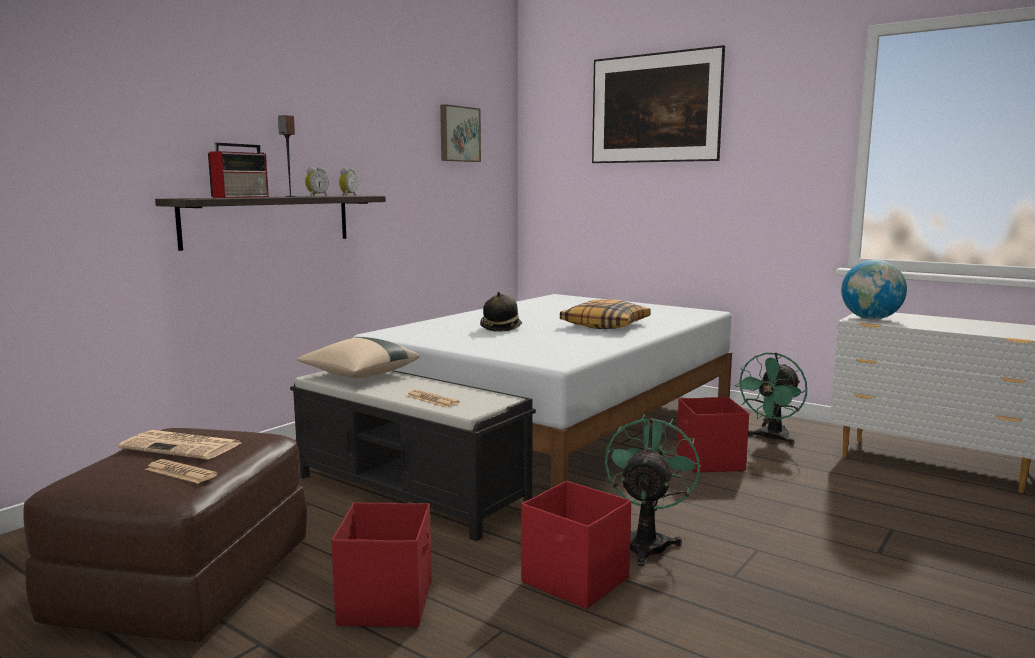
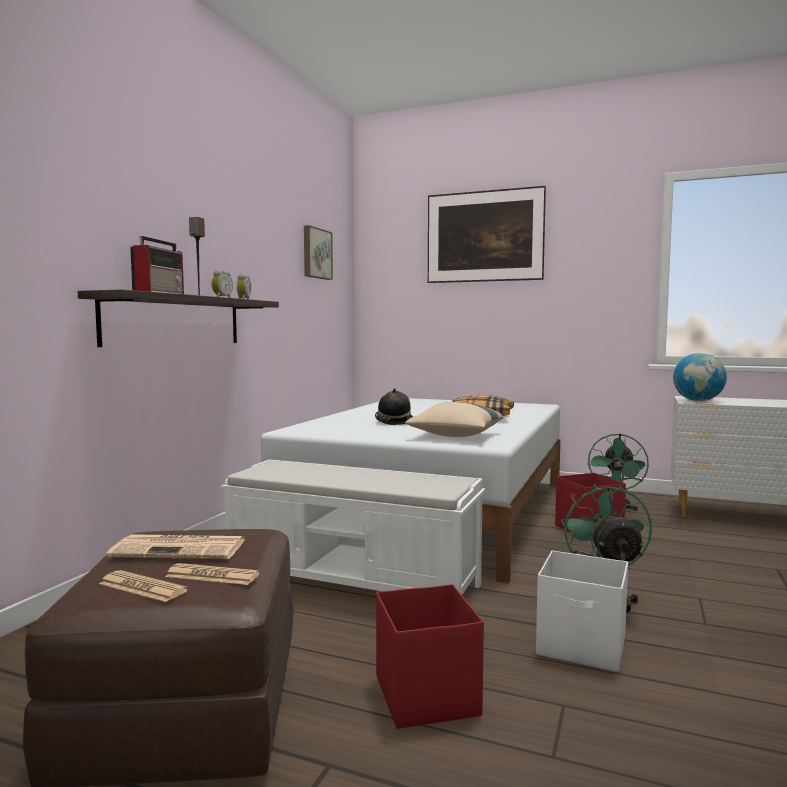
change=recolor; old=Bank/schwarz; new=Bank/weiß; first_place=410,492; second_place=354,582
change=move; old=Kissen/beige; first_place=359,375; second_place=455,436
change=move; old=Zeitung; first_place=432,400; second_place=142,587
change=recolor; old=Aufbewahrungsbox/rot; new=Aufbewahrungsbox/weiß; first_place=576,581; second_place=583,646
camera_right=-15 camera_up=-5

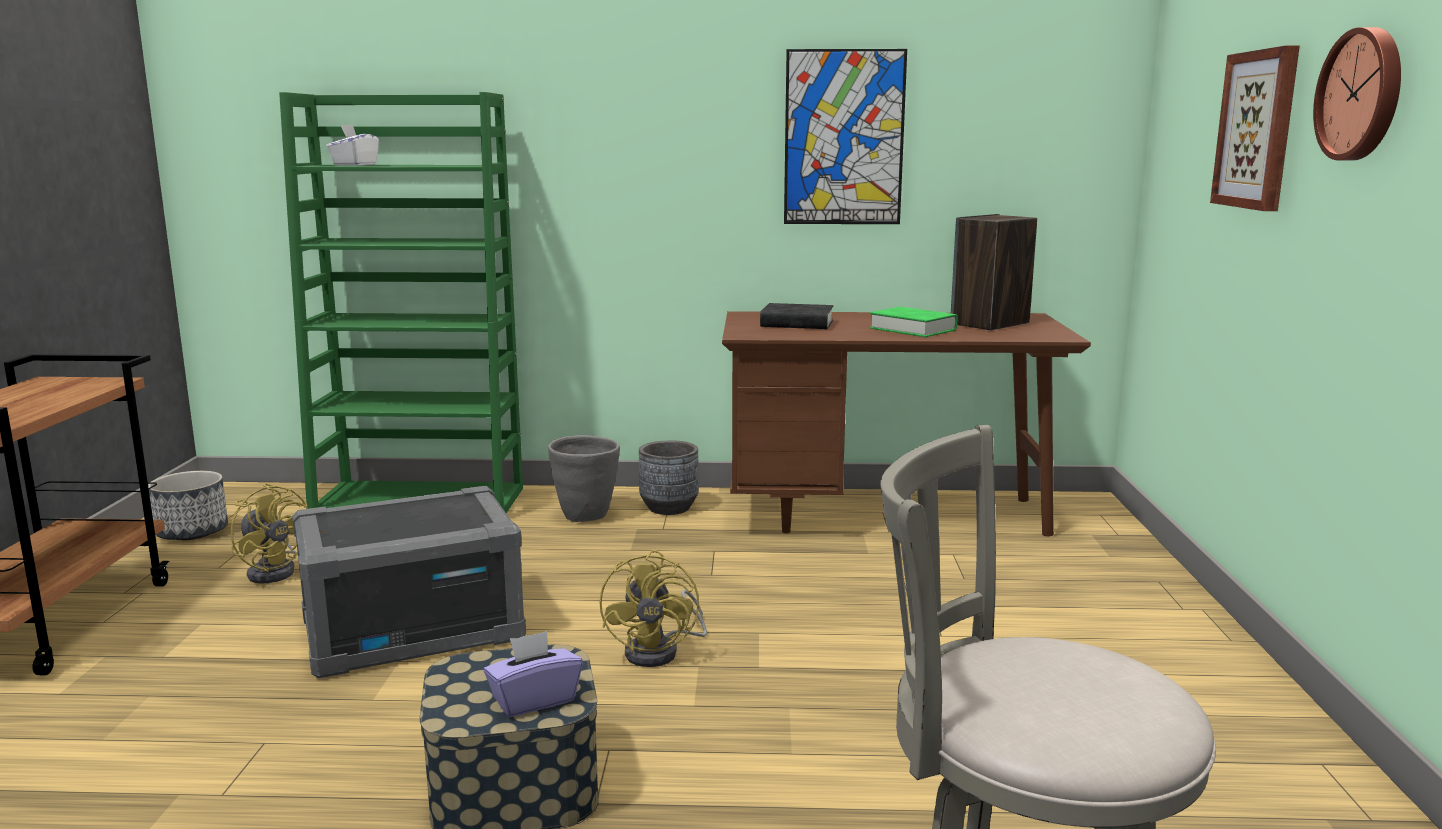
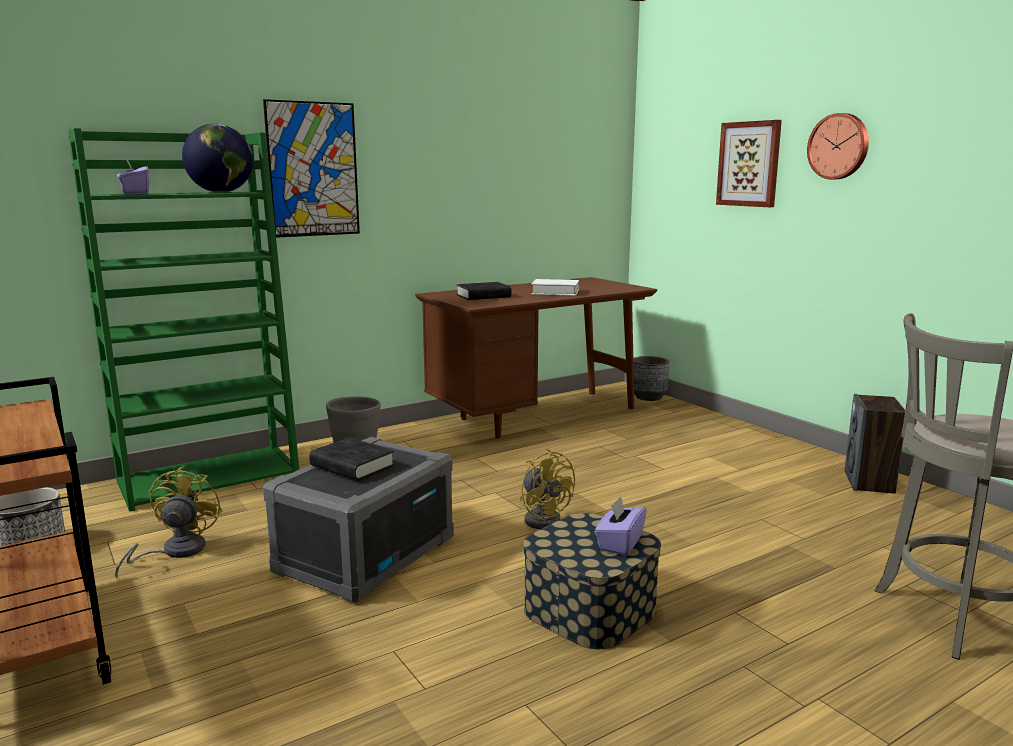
change=rotate; old=Ventilator/gelb; first_place=275,571; second_place=175,552; degrees=-90
change=recolor; old=Taschentuchbox/weiß; new=Taschentuchbox/lila; first_place=354,165; second_place=135,194
change=move; old=Pflanzkübel/grau; first_place=669,508; second_place=648,397
change=move; old=Bild; first_place=844,138; second_place=313,169
change=recolor; old=Buch/grün; new=Buch/weiß; first_place=913,329; second_place=555,292
change=move; old=Lautsprecher; first_place=990,324; second_place=869,482
change=insert; new=Globus; second_place=221,192
change=insert; new=Buch/schwarz; second_place=352,466
camera_right=-35 camera_up=0

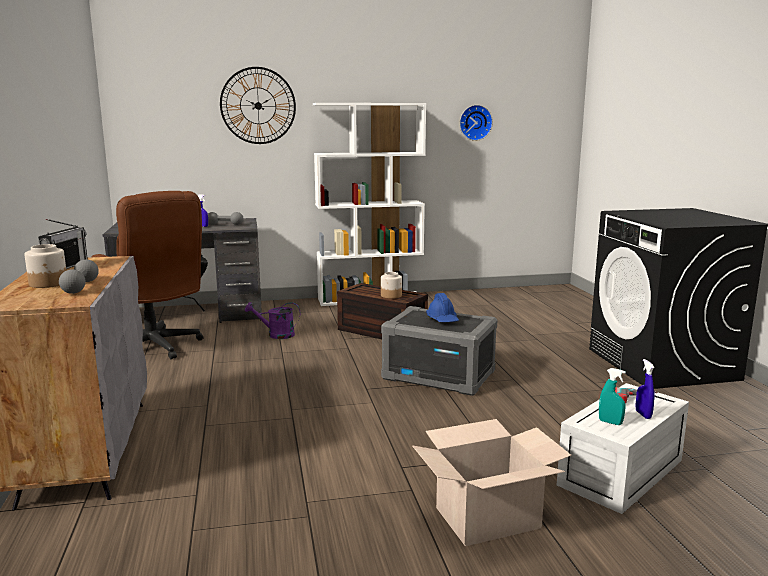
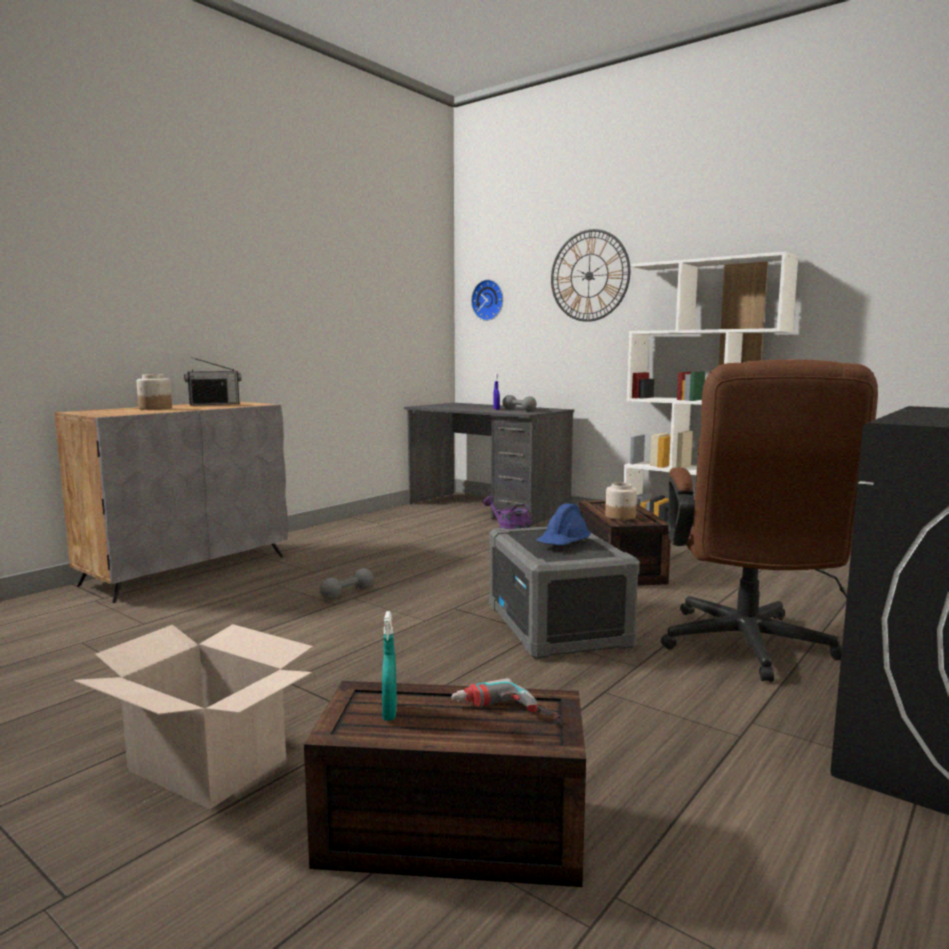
change=move; old=Hantel/grau; first_place=80,287; second_place=347,593
change=move; old=Bürostuhl/braun; first_place=156,348; second_place=748,650
change=move; old=Wanduhr; first_place=475,122; second_place=489,300
change=recolor; old=Aufbewahrungsbox/weiß; new=Aufbewahrungsbox/braun; first_place=622,474; second_place=447,834
change=delete; old=Sprühflasche/blau; first_place=643,415
camera_right=50 camera_up=-5

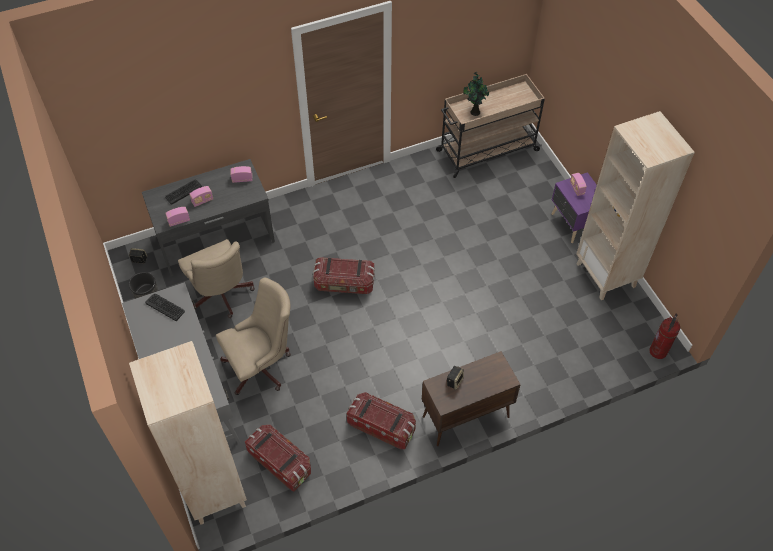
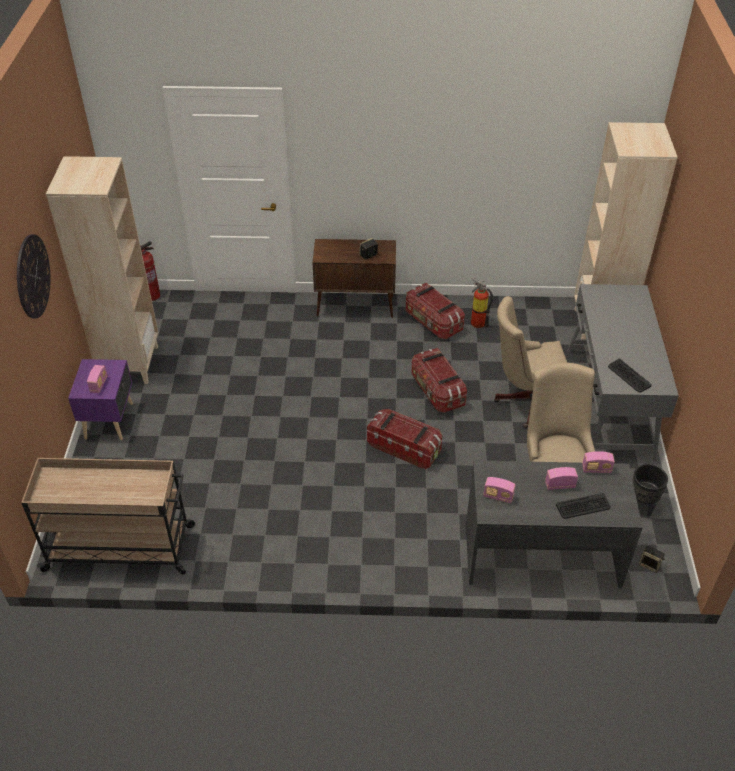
change=move; old=Aufbewahrungsbox; first_place=280,462; second_place=437,391
change=delete; old=Topfpflanze; first_place=474,111
change=insert; new=Wanduhr; second_place=32,276
change=insert; new=Feuerlöscher; second_place=477,321
camera_right=-155 camera_up=-10

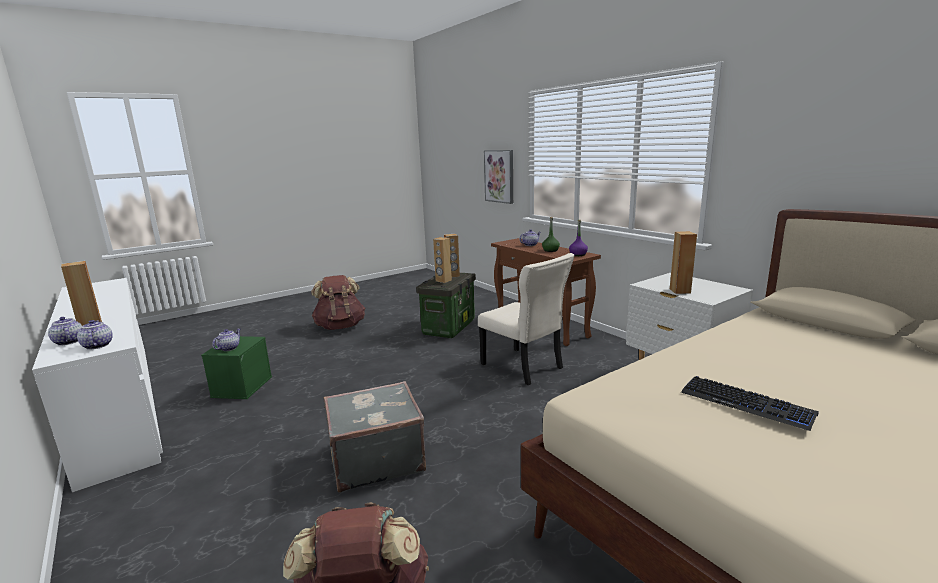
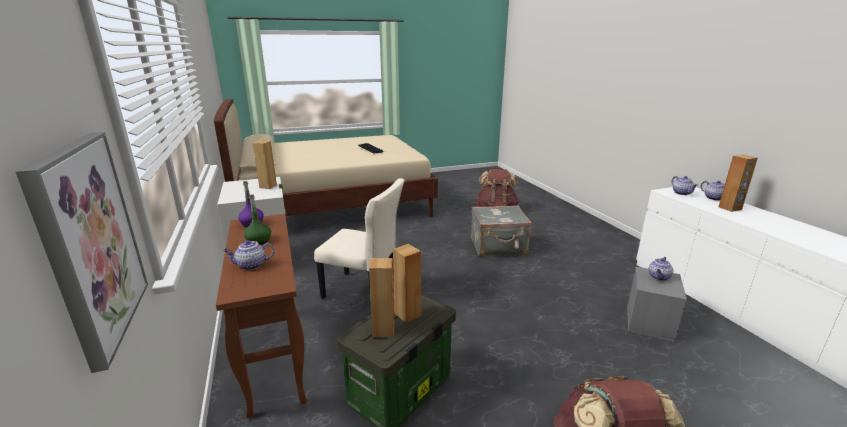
change=recolor; old=Aufbewahrungsbox/grün; new=Aufbewahrungsbox/grau; first_place=242,386; second_place=650,323
change=rotate; old=Stuhl/beige; first_place=524,367; second_place=364,291; degrees=135
camera_right=-165 camera_up=5

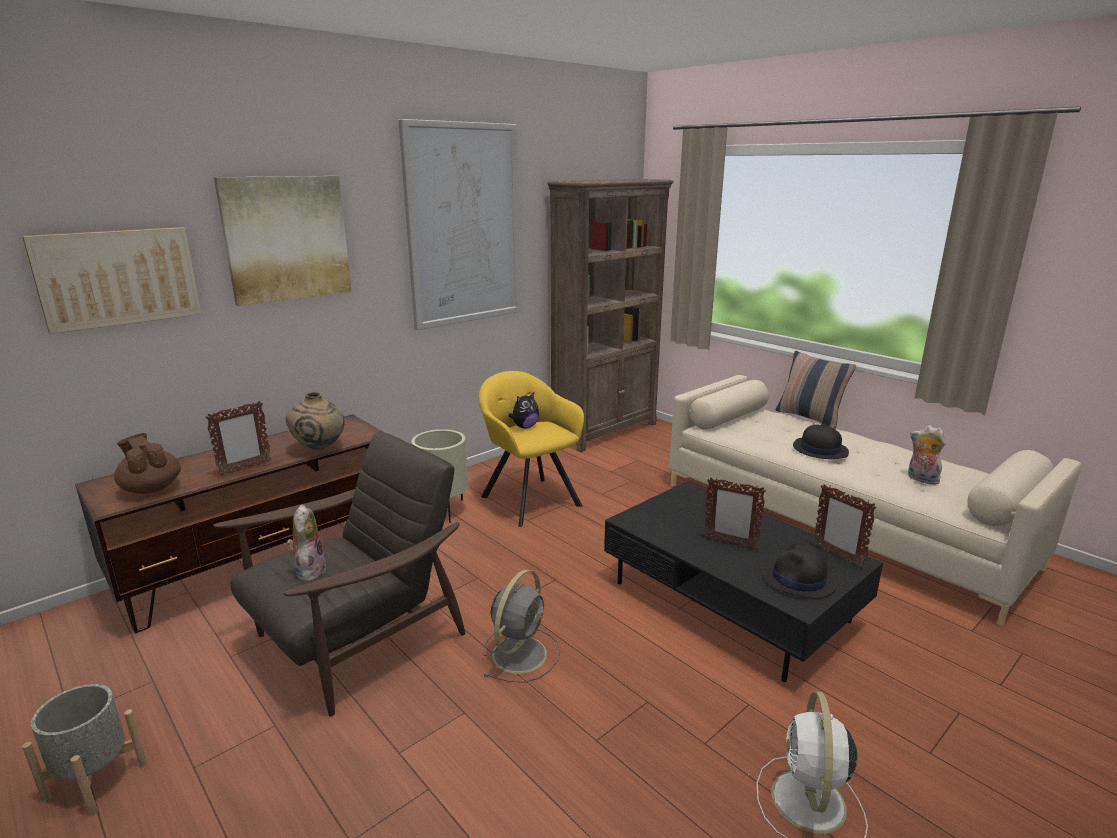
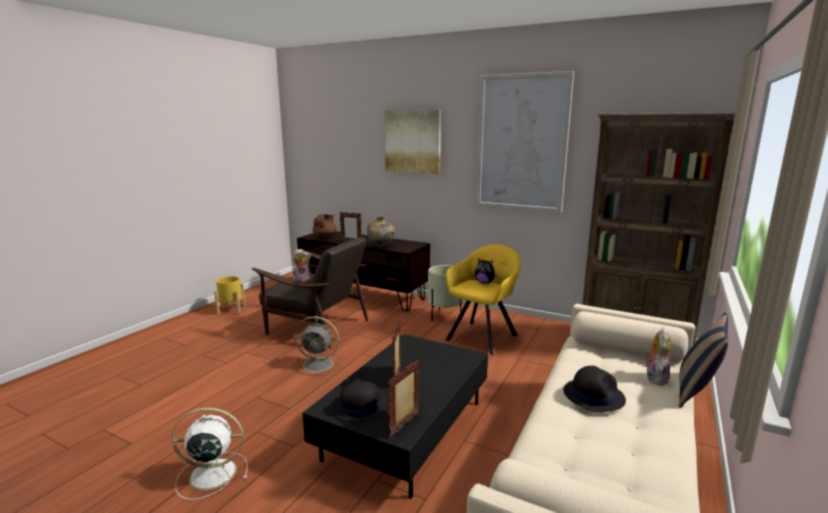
change=delete; old=Bild; first_place=118,277
change=recolor; old=Pflanzkübel/grau; new=Pflanzkübel/gelb; first_place=95,781; second_place=231,309
change=move; old=Plüschtier; first_place=921,479; second_place=655,377
camera_right=70 camera_up=-5

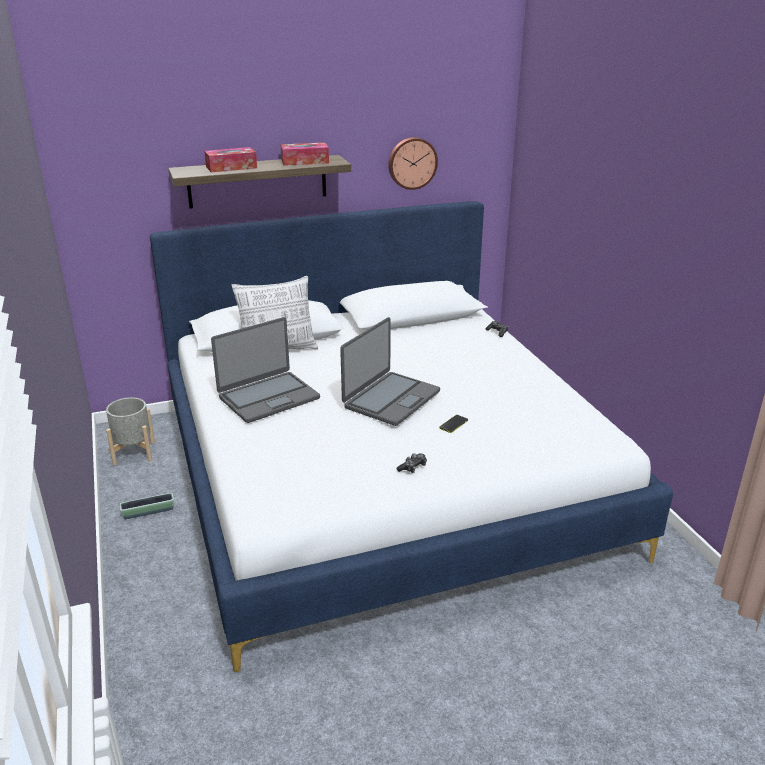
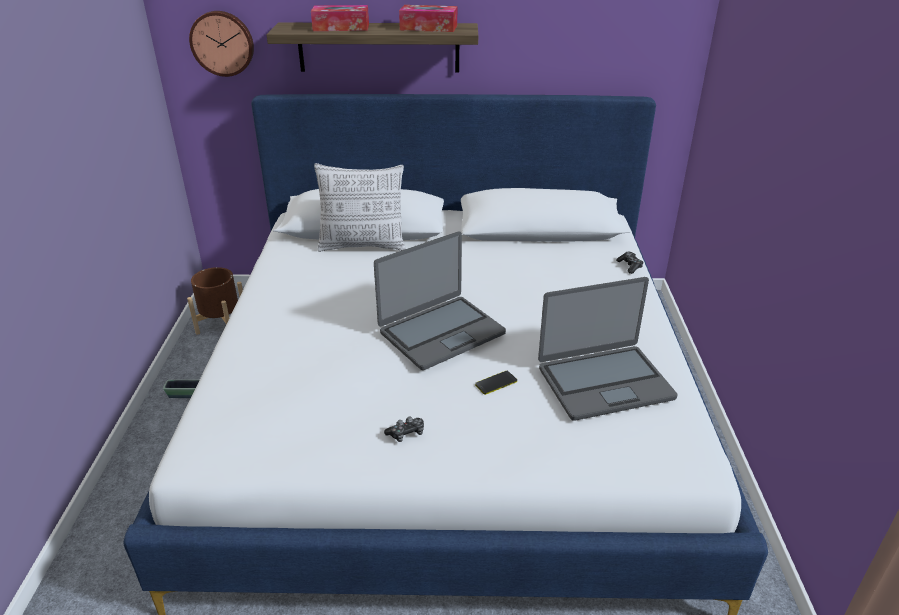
change=recolor; old=Pflanzkübel/grau; new=Pflanzkübel/braun; first_place=134,452; second_place=222,325
change=move; old=Laptop; first_place=268,397; second_place=604,382
change=move; old=Wanduhr; first_place=412,163; second_place=222,43
camera_right=20 camera_up=5

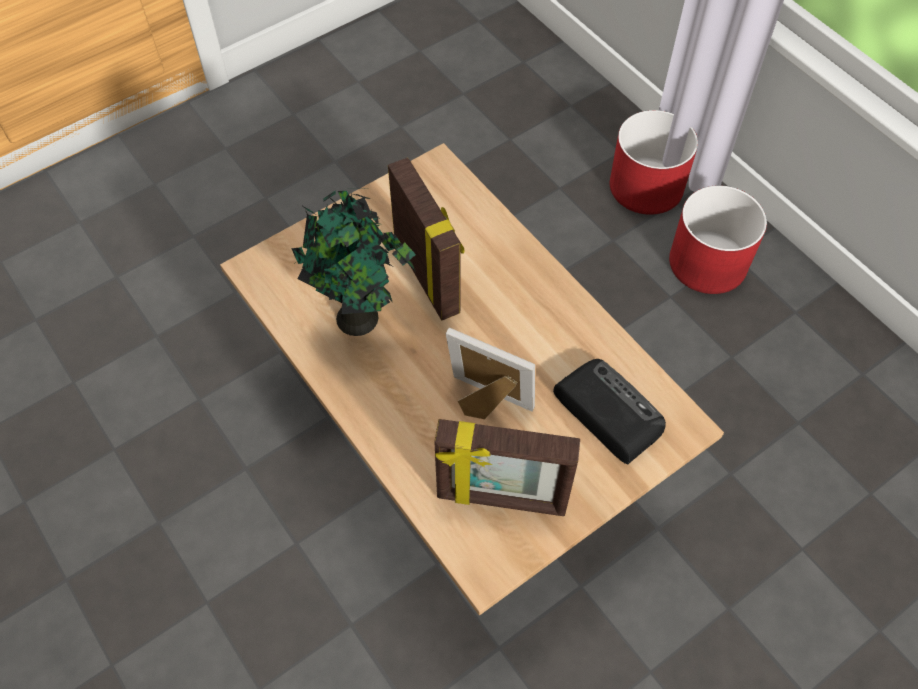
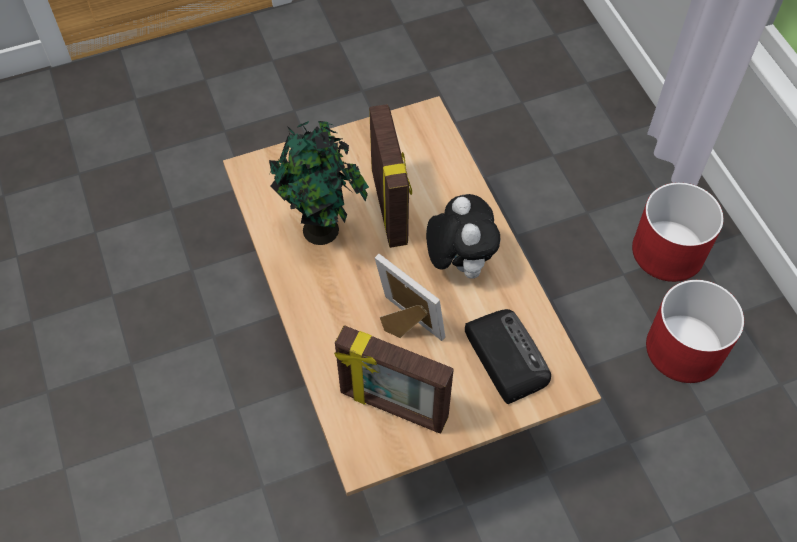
change=move; old=Pflanzkübel/rot; first_place=647,185; second_place=685,348
change=insert; new=Plüschtier; second_place=459,262
camera_right=15 camera_up=0

